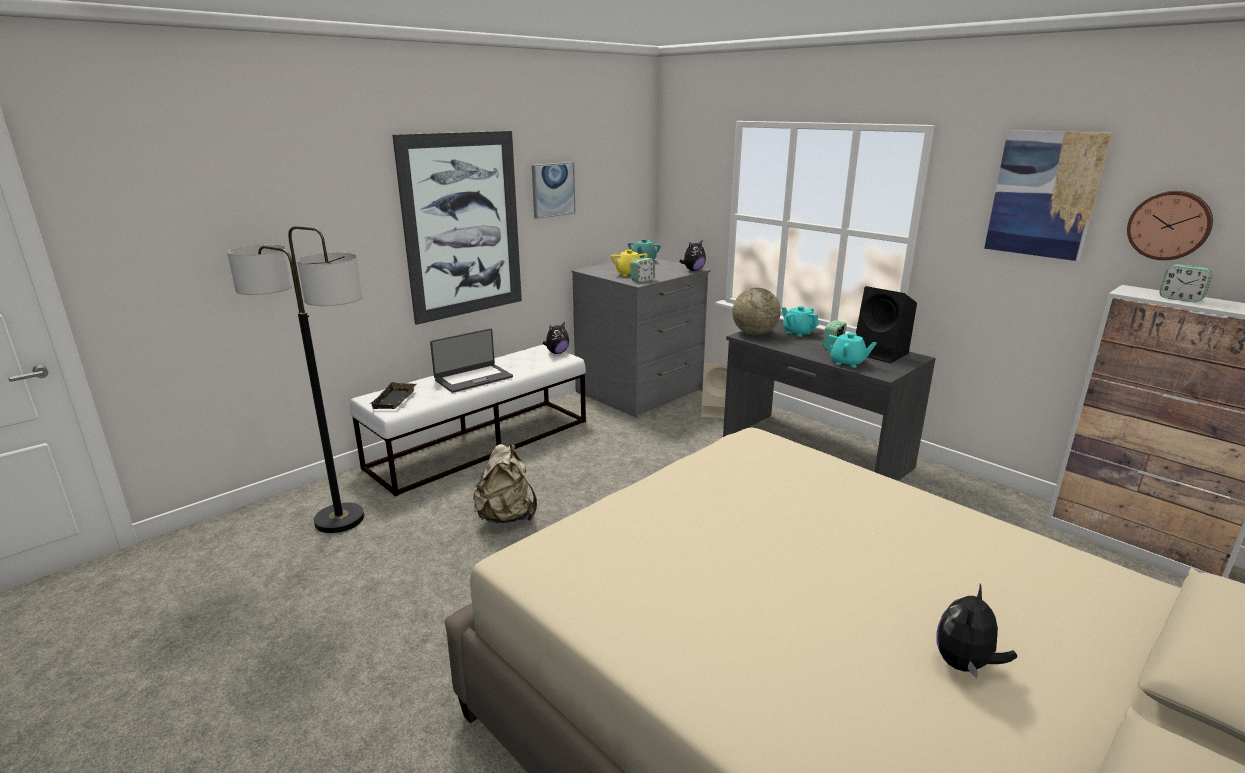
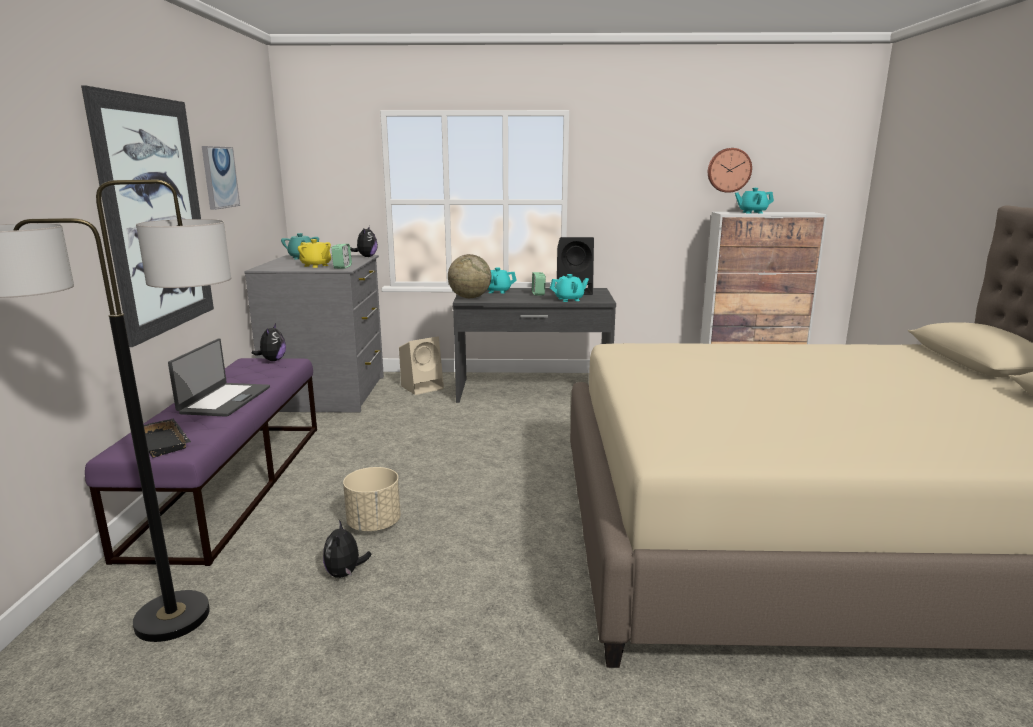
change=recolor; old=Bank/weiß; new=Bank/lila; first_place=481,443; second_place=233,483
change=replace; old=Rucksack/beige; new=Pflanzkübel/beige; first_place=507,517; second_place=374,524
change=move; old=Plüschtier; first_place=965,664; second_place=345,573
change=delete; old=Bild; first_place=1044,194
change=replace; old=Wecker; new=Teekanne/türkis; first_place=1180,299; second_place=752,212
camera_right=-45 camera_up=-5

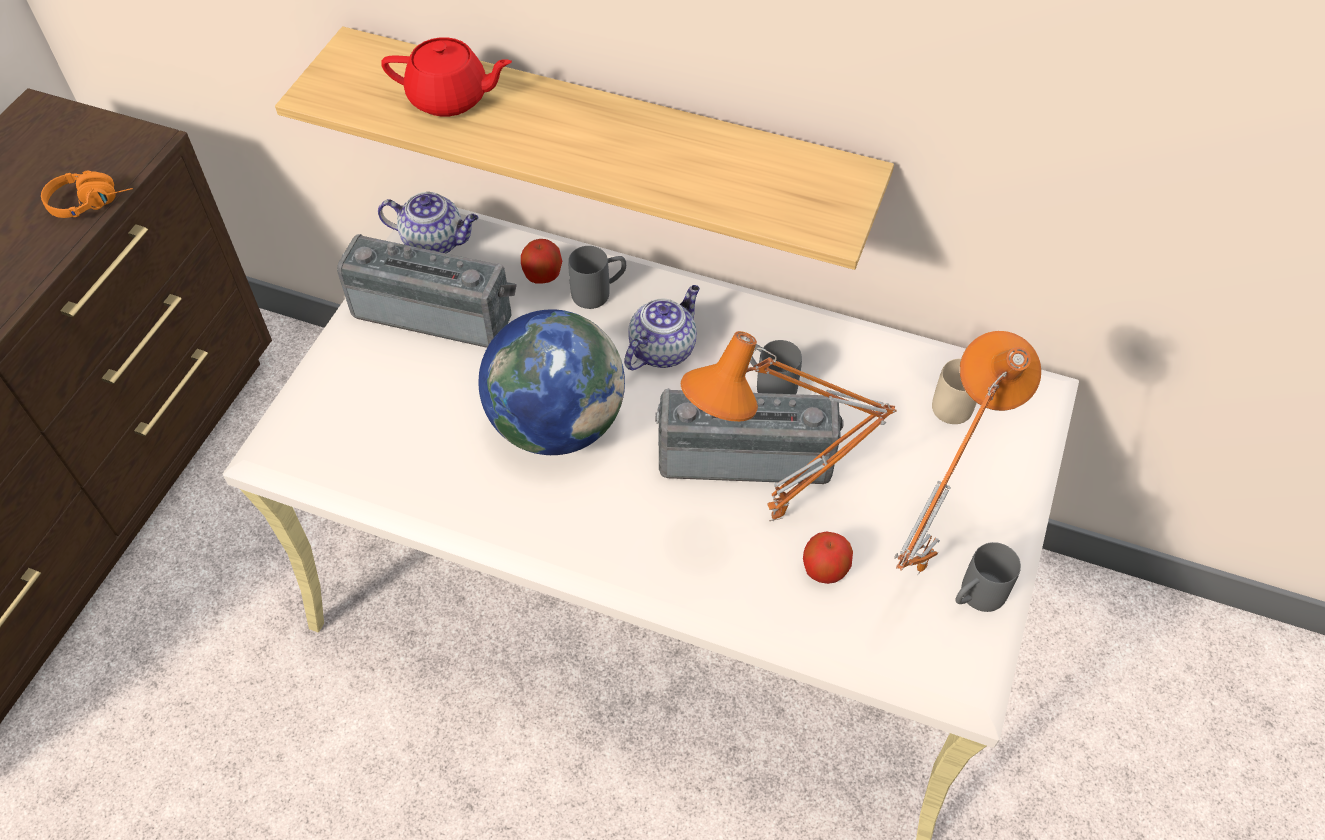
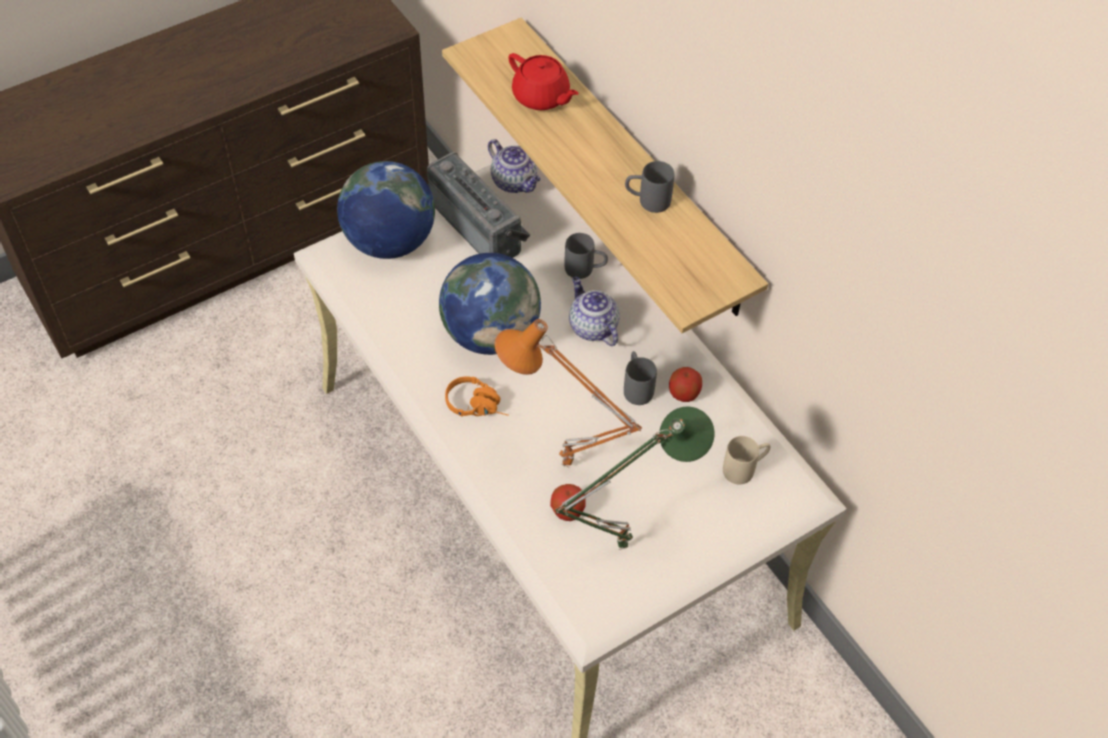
change=move; old=Kopfhörer/orange; first_place=93,202; second_place=479,406
change=move; old=Apfel; first_place=542,276; second_place=683,394
change=rotate; old=Teekanne; first_place=662,349; second_place=592,327; degrees=-105
change=delete; old=Radio; first_place=745,452
change=recolor; old=Tischlampe/orange; new=Tischlampe/grün; first_place=915,567; second_place=622,544
change=move; old=Henkelbecher/grau; first_place=975,598; second_place=647,201
change=insert; new=Globus; second_place=389,242
camera_right=35 camera_up=0

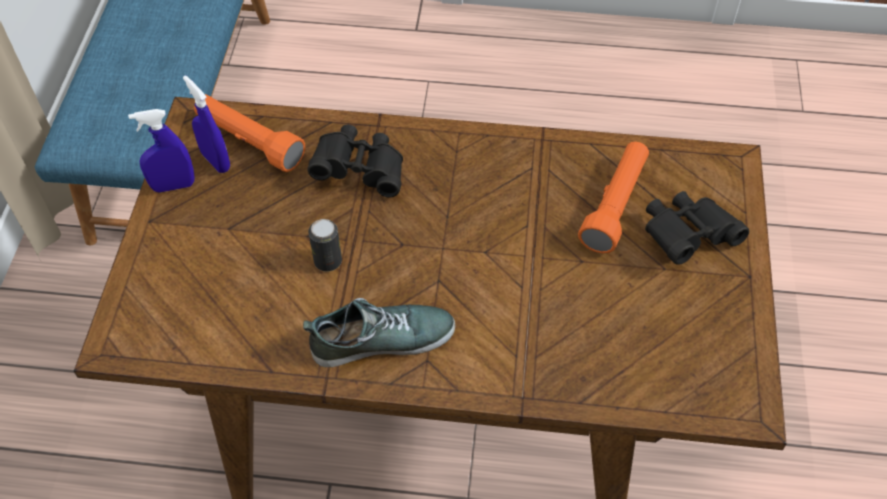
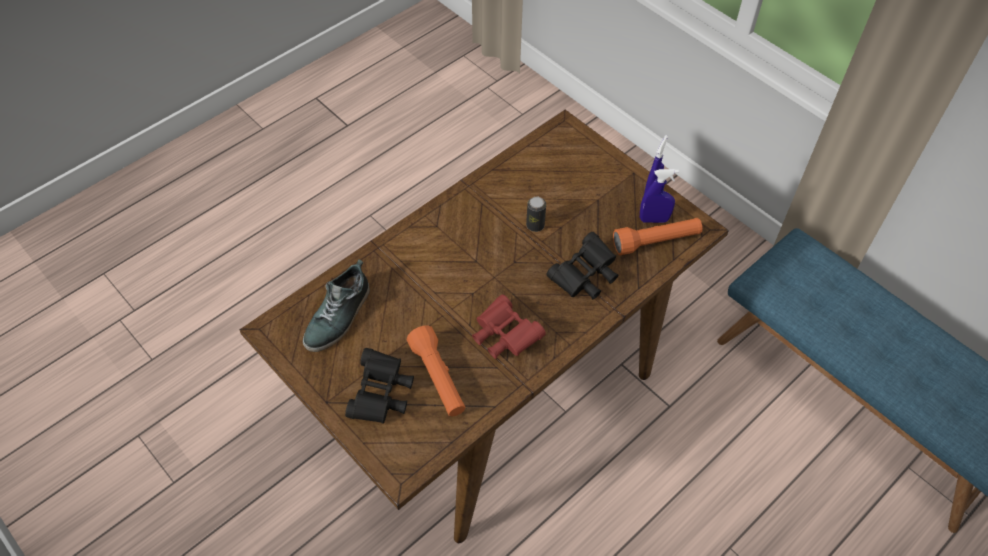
change=move; old=Schuh; first_place=382,339; second_place=339,316
change=insert; new=Fernglas/rot; second_place=504,336
camera_right=130 camera_up=0

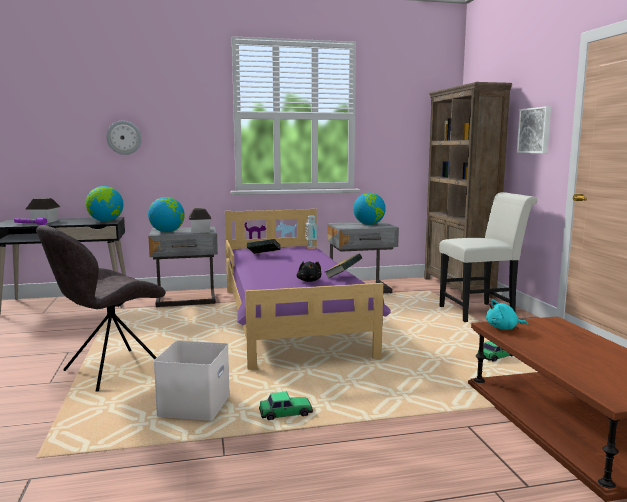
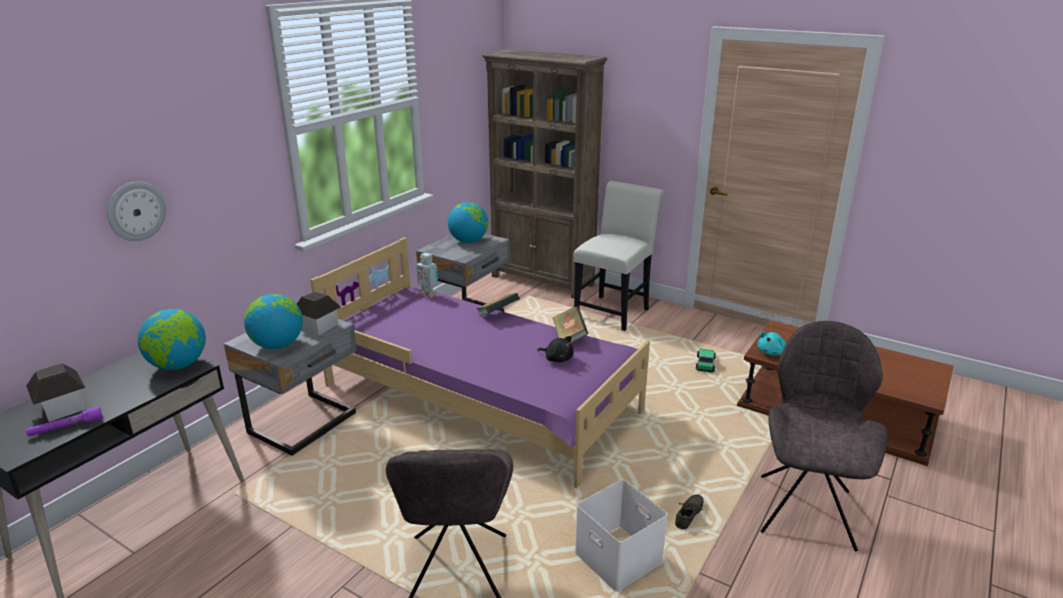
change=move; old=Buch; first_place=264,255; second_place=498,315
change=replace; old=Spielzeugauto; new=Schuh/grau; first_place=286,413; second_place=690,515
change=delete; old=Bild; first_place=535,130
change=insert; new=Stuhl/grau; second_place=806,508
camera_right=-45 camera_up=15

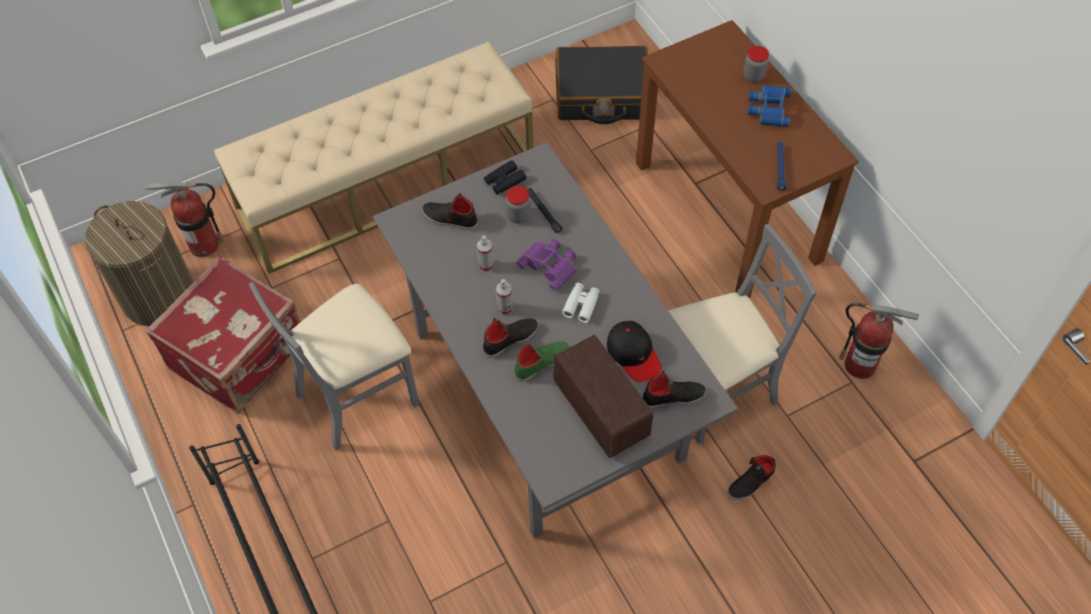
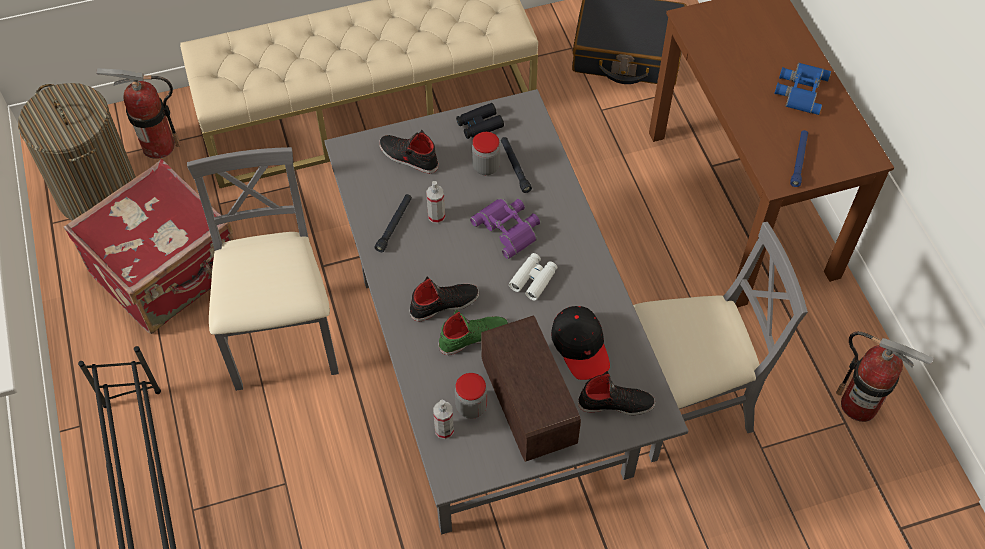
change=rotate; old=Stuhl/grau; first_place=357,396; second_place=283,338; degrees=105
change=move; old=Sprühflasche; first_place=505,308; second_place=444,430
change=delete; old=Schuh/schwarz; first_place=751,483
change=move; old=Vorratsglas; first_place=753,76; second_place=471,407
change=insert; new=Taschenlampe/schwarz; second_place=394,225
camera_right=10 camera_up=0

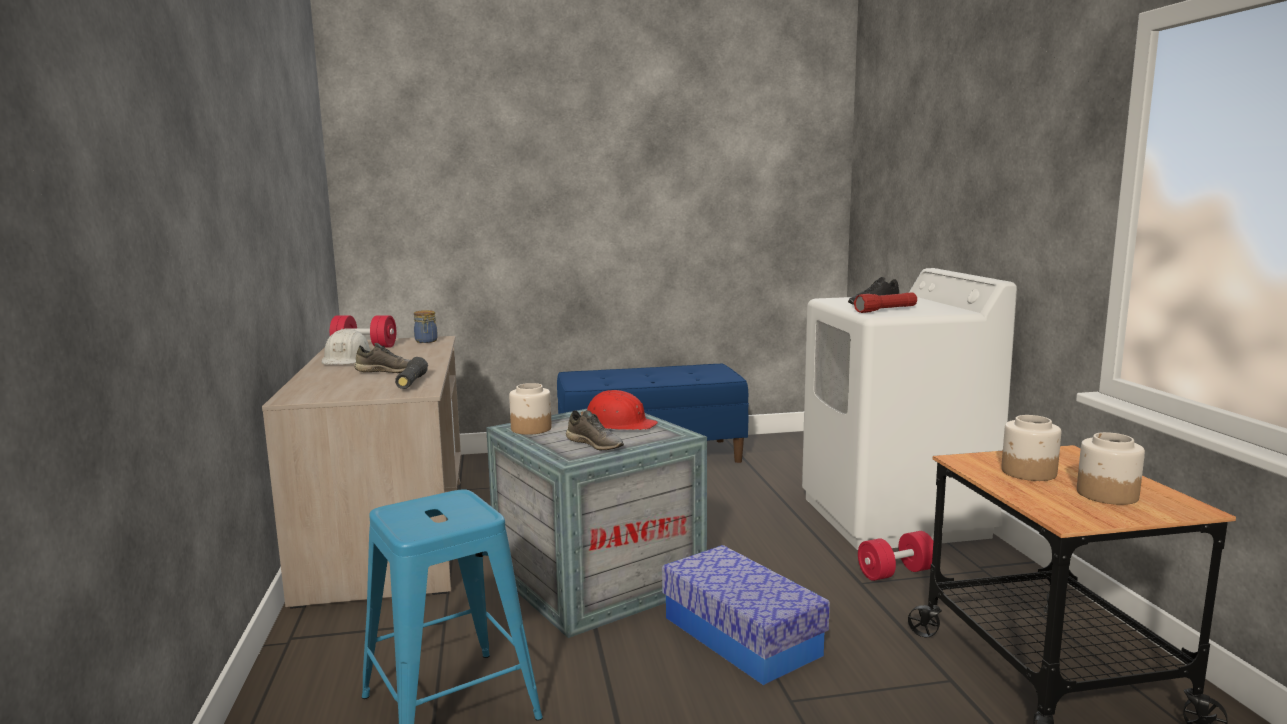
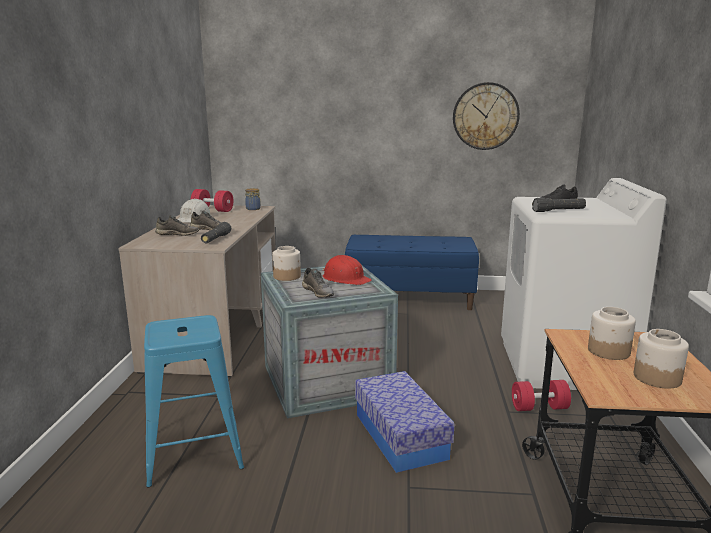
change=recolor; old=Taschenlampe/rot; new=Taschenlampe/schwarz; first_place=886,310; second_place=558,211
change=insert; new=Schuh/grau; second_place=178,234
change=insert; new=Wanduhr; second_place=485,116
camera_right=15 camera_up=5

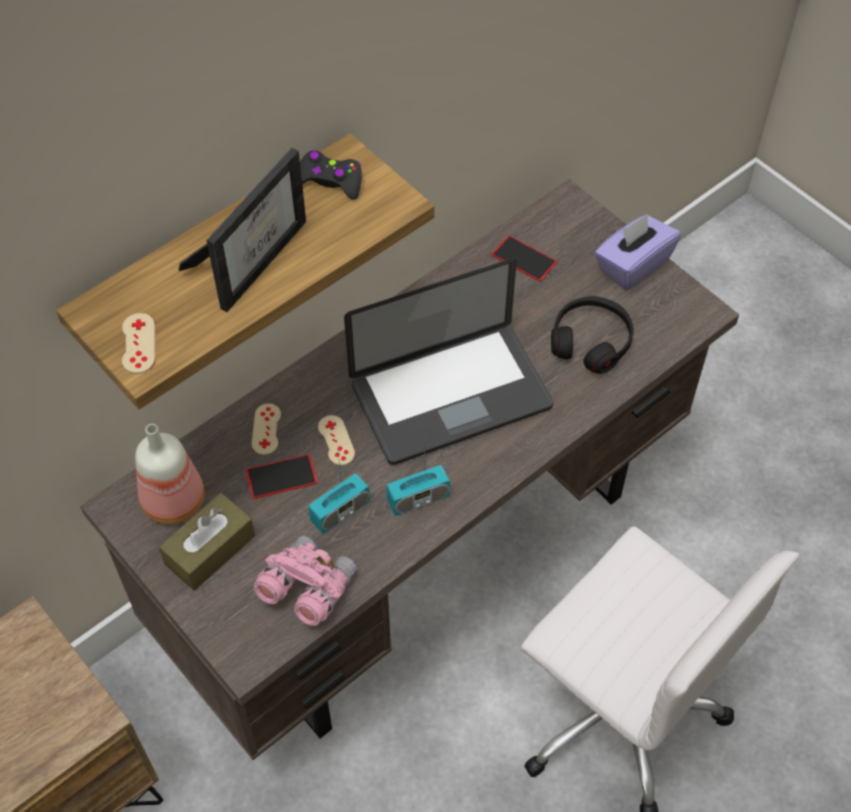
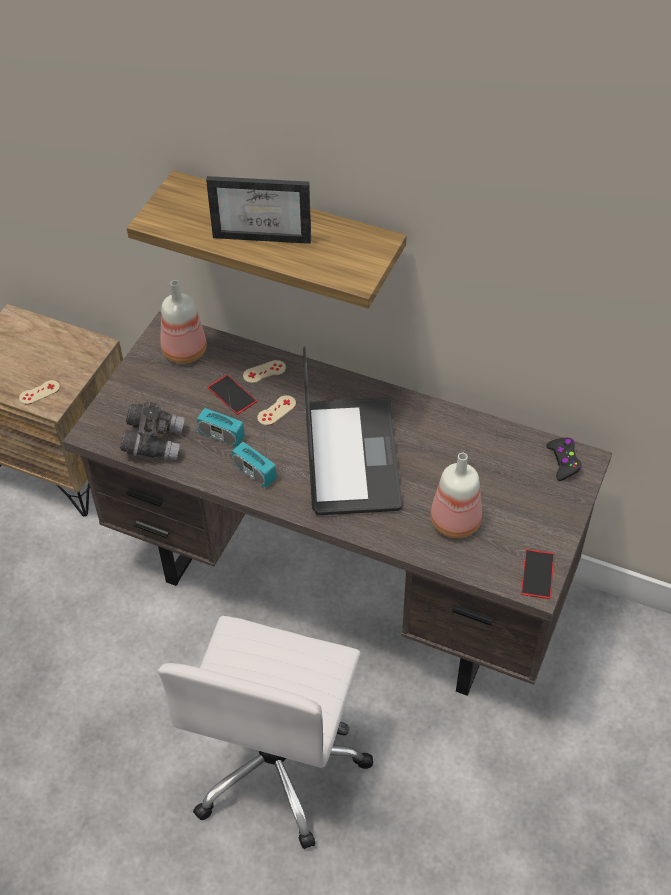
change=move; old=Gamepad/beige; first_place=138,343; second_place=39,392
change=delete; old=Taschentuchbox/braun; first_place=210,550
change=recolor; old=Fernglas/rosa; new=Fernglas/grau; first_place=306,589; second_place=154,442
change=move; old=Gamepad/schwarz; first_place=330,181; second_place=563,462
change=rotate; old=Laptop; first_place=451,396; second_place=352,458; degrees=-135
change=move; old=Handy; first_place=524,258; second_place=537,574
change=replace; old=Kopfhörer/schwarz; new=Flasche; first_place=591,341; second_place=456,523
change=delete; old=Taschentuchbox/lila; first_place=632,265
camera_right=65 camera_up=-5

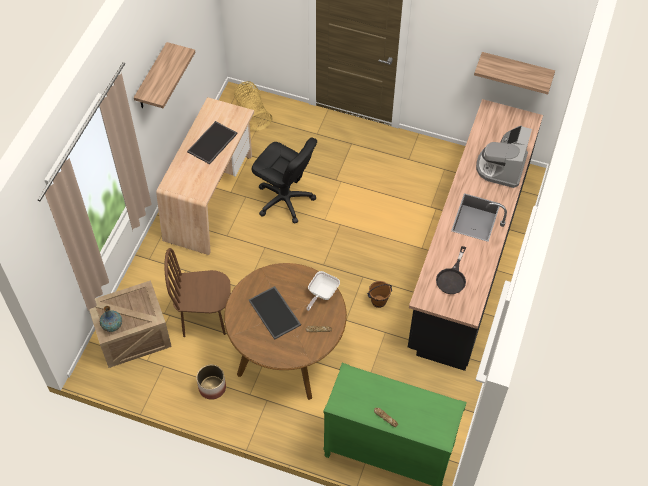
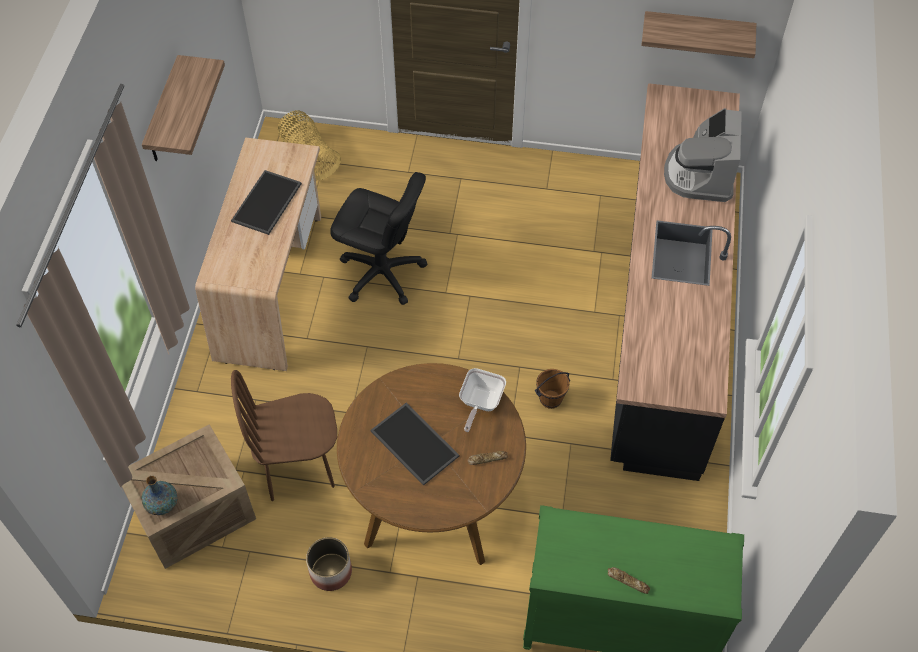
change=delete; old=Pfanne/schwarz; first_place=452,277
camera_right=-10 camera_up=0

